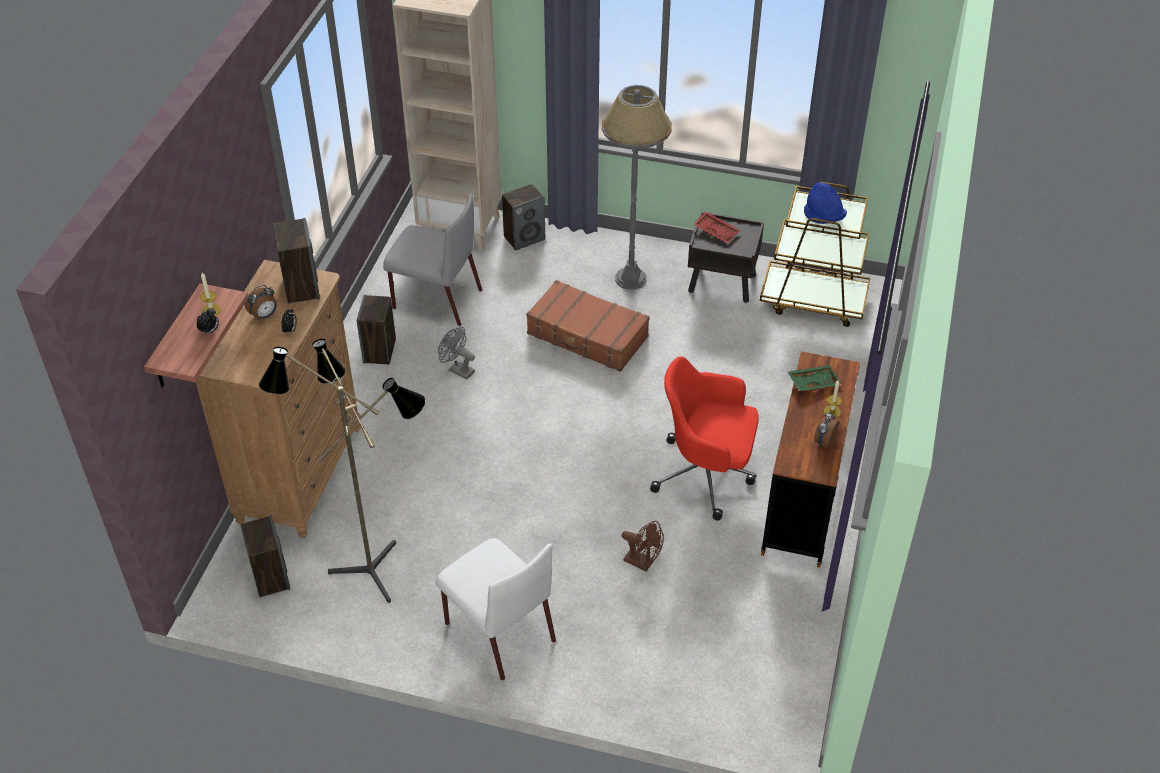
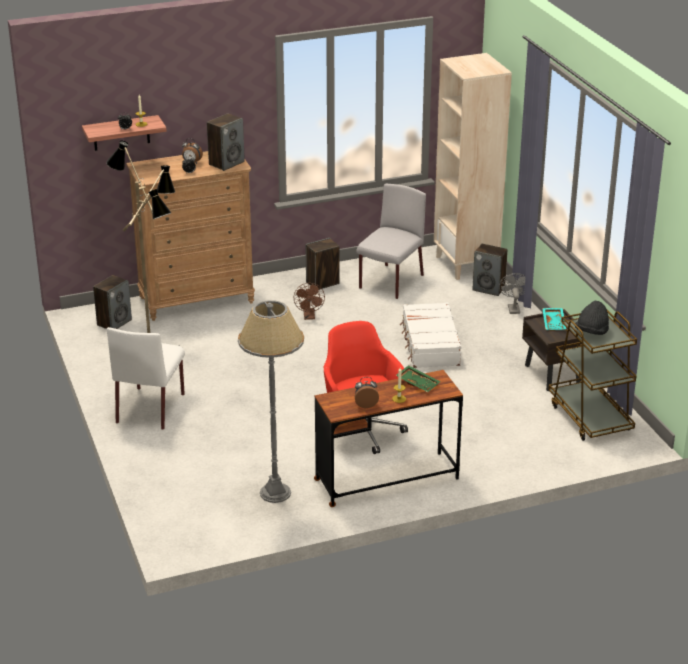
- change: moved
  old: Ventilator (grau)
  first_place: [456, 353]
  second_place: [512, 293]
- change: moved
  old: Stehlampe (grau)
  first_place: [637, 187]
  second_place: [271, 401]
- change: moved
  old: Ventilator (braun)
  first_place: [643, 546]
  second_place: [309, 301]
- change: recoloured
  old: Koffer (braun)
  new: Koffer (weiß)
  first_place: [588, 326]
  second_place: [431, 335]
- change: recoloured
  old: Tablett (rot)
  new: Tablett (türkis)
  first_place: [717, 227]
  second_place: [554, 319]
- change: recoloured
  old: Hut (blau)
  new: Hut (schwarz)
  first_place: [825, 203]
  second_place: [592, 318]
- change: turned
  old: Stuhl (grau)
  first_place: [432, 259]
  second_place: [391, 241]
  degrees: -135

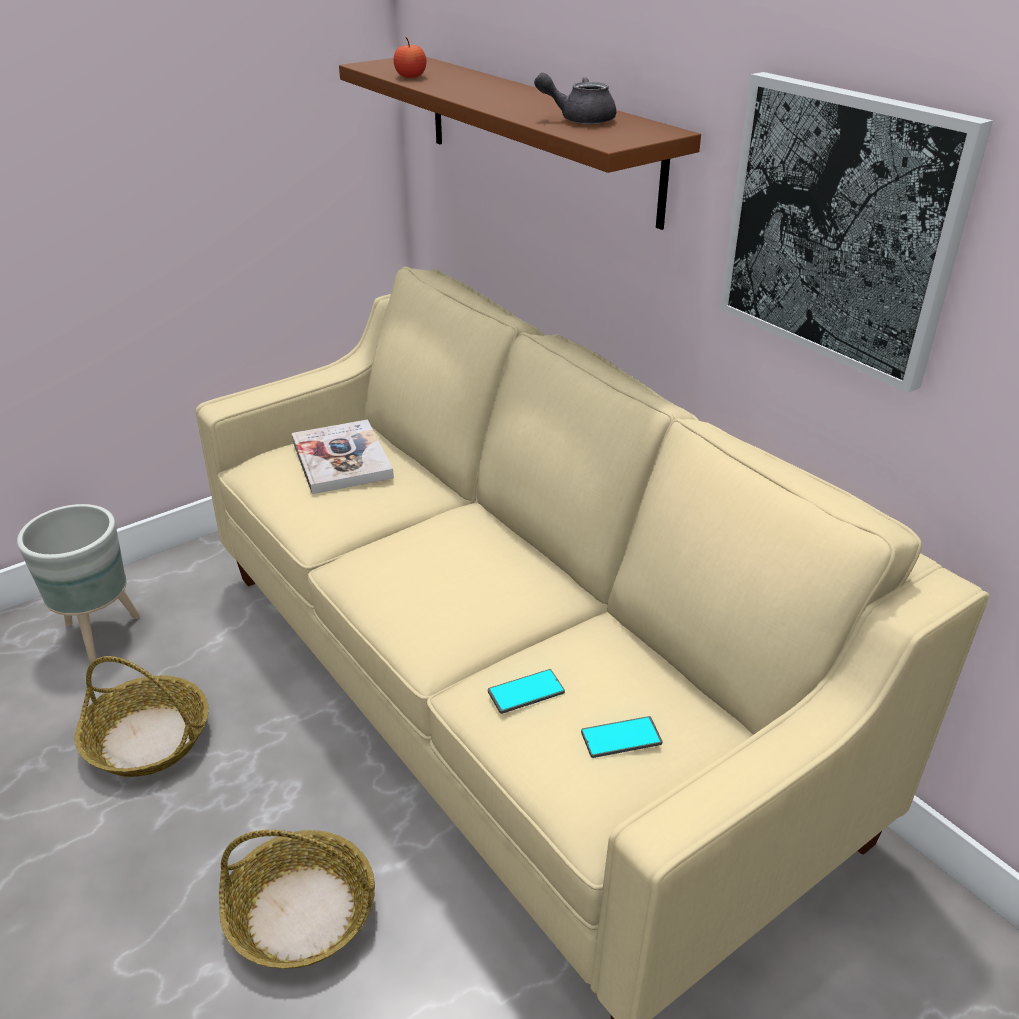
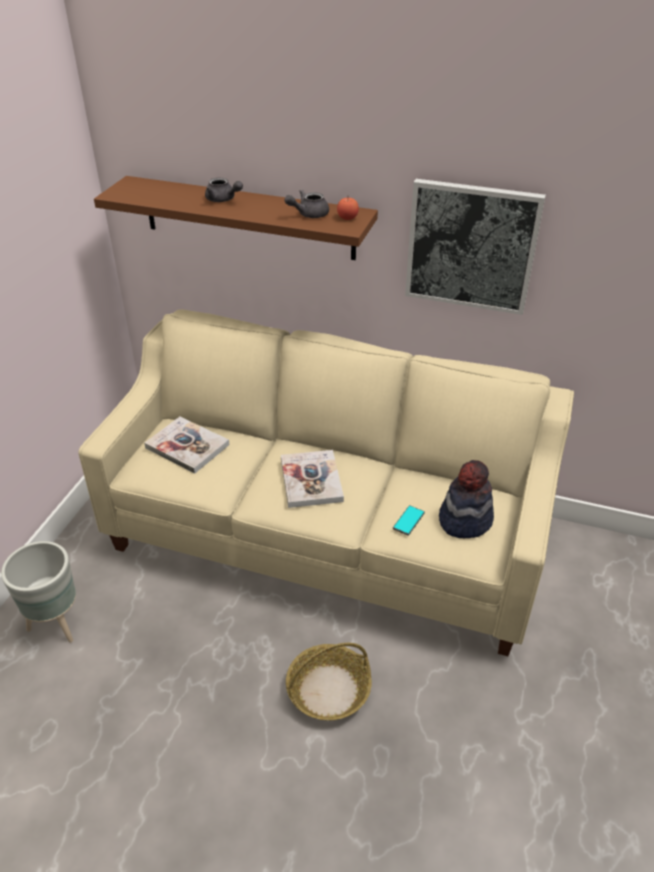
- change: removed
  old: Korb
  first_place: [142, 716]
- change: added
  new: Teekanne (grau)
  second_place: [224, 190]
- change: added
  new: Buch
  second_place: [312, 479]
- change: moved
  old: Apfel
  first_place: [409, 57]
  second_place: [348, 209]
- change: replaced
  old: Handy
  new: Hut
  first_place: [622, 737]
  second_place: [466, 499]

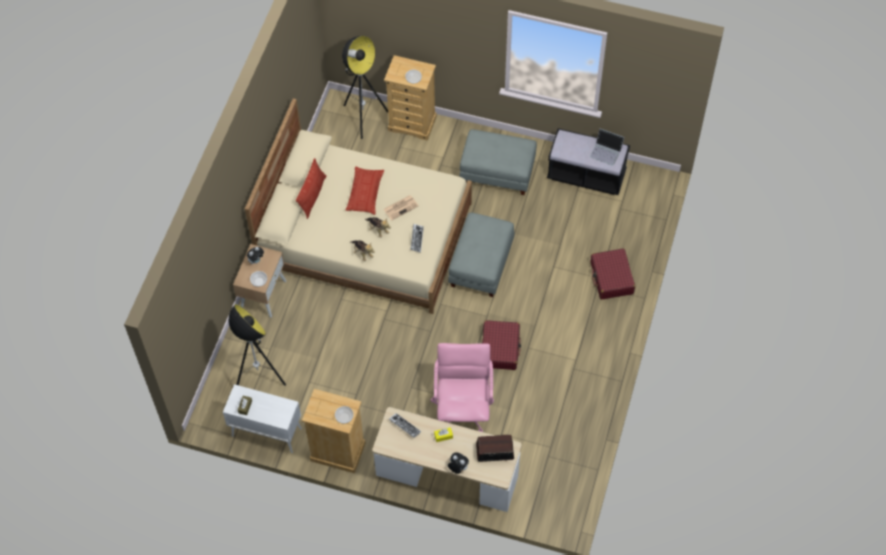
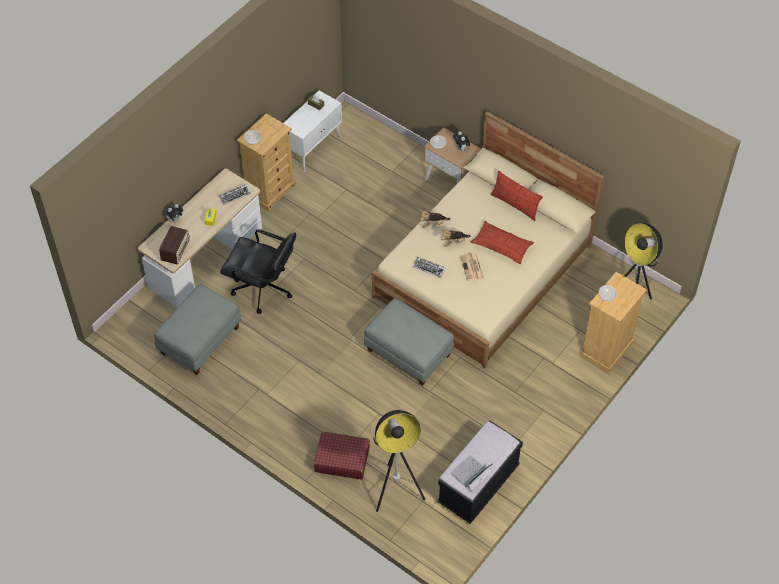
- change: removed
  old: Koffer (rot)
  first_place: [501, 345]
- change: moved
  old: Stehlampe
  first_place: [257, 345]
  second_place: [399, 461]
- change: moved
  old: Polsterhocker (grau)
  first_place: [498, 162]
  second_place: [197, 329]
- change: recoloured
  old: Bürostuhl (rosa)
  new: Bürostuhl (schwarz)
  first_place: [462, 387]
  second_place: [258, 271]

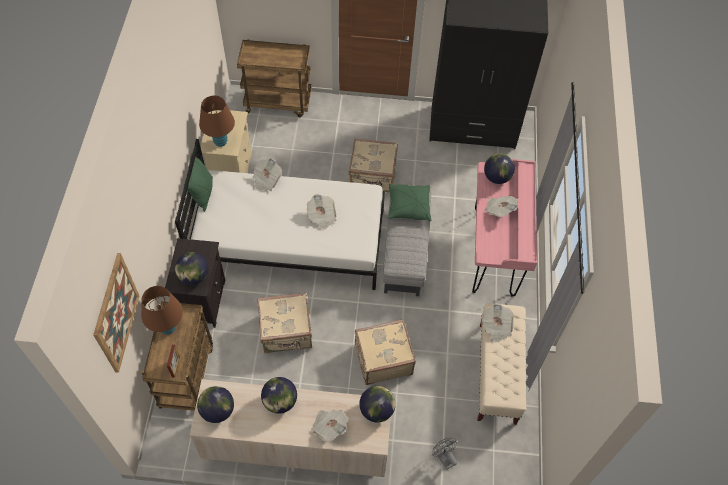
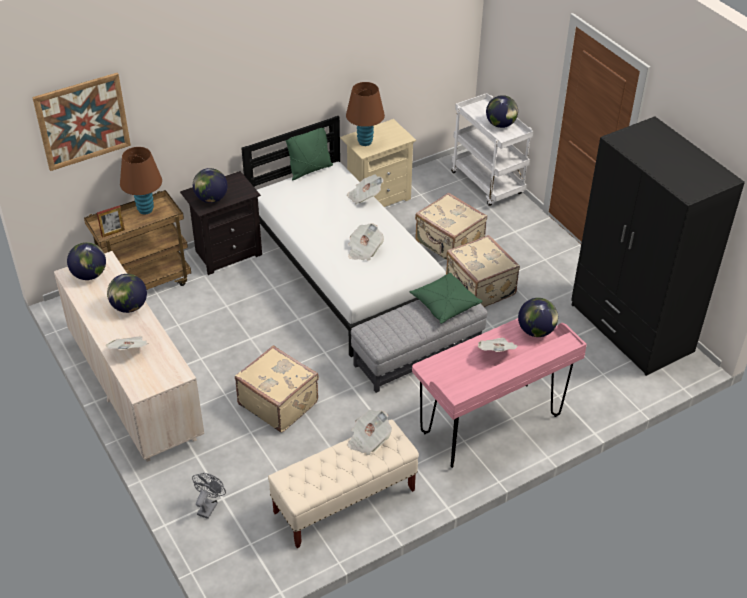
- change: moved
  old: Koffer (beige)
  first_place: [284, 323]
  second_place: [451, 226]
- change: moved
  old: Globus
  first_place: [377, 404]
  second_place: [502, 111]
- change: recoloured
  old: Rollwagen (braun)
  new: Rollwagen (weiß)
  first_place: [274, 78]
  second_place: [492, 149]

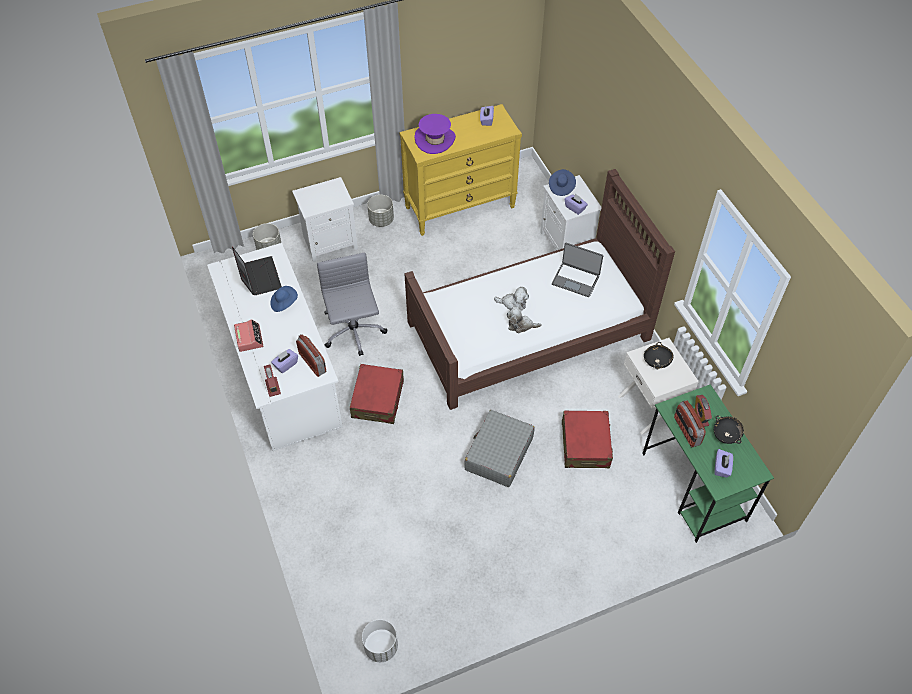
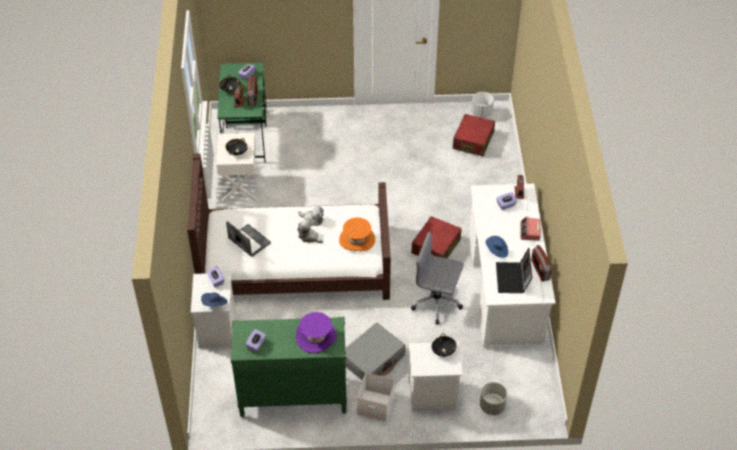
- change: added
  new: Hut (orange)
  second_place: [357, 234]
- change: added
  new: Schüssel (schwarz)
  second_place: [444, 345]
- change: moved
  old: Radio
  first_place: [311, 355]
  second_place: [541, 263]
- change: moved
  old: Koffer (grau)
  first_place: [500, 448]
  second_place: [375, 351]
- change: moved
  old: Koffer (rot)
  first_place: [587, 439]
  second_place: [474, 135]
- change: replaced
  old: Pflanzkübel (grau)
  new: Aufbewahrungsbox (weiß)
  first_place: [380, 211]
  second_place: [376, 397]
- change: recoloured
  old: Kommode (gelb)
  new: Kommode (grün)
  first_place: [460, 170]
  second_place: [289, 367]
- change: turned
  old: Bürostuhl (grau)
  first_place: [352, 304]
  second_place: [437, 277]
  degrees: 105

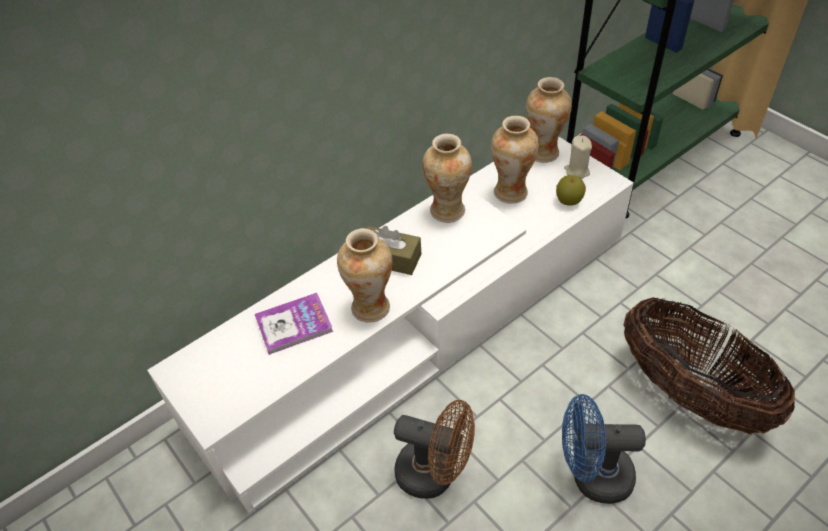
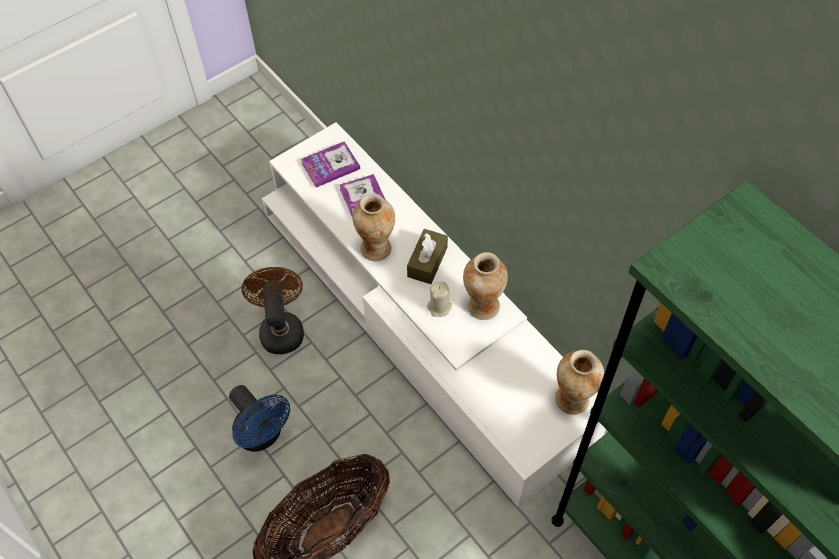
- change: removed
  old: Vase
  first_place: [515, 160]
- change: removed
  old: Apfel
  first_place: [571, 190]
- change: added
  new: Buch
  second_place: [330, 164]
- change: moved
  old: Kerze (beige)
  first_place: [578, 157]
  second_place: [439, 299]
- change: turned
  old: Ventilator (braun)
  first_place: [434, 449]
  second_place: [272, 310]
  degrees: 150
- change: turned
  old: Ventilator (blau)
  first_place: [604, 449]
  second_place: [259, 418]
  degrees: 135

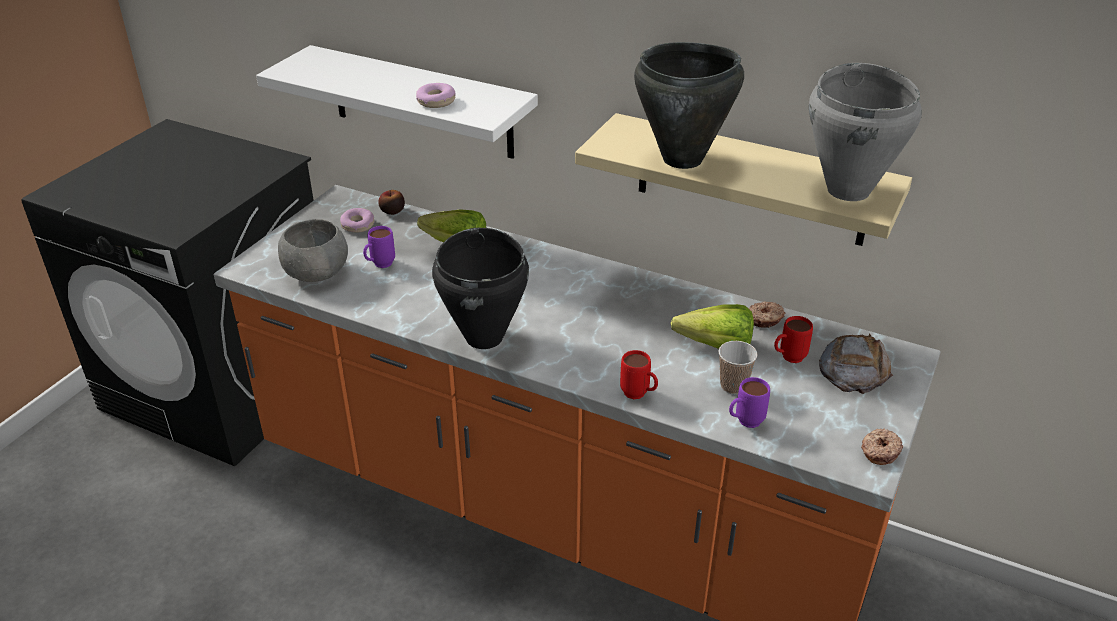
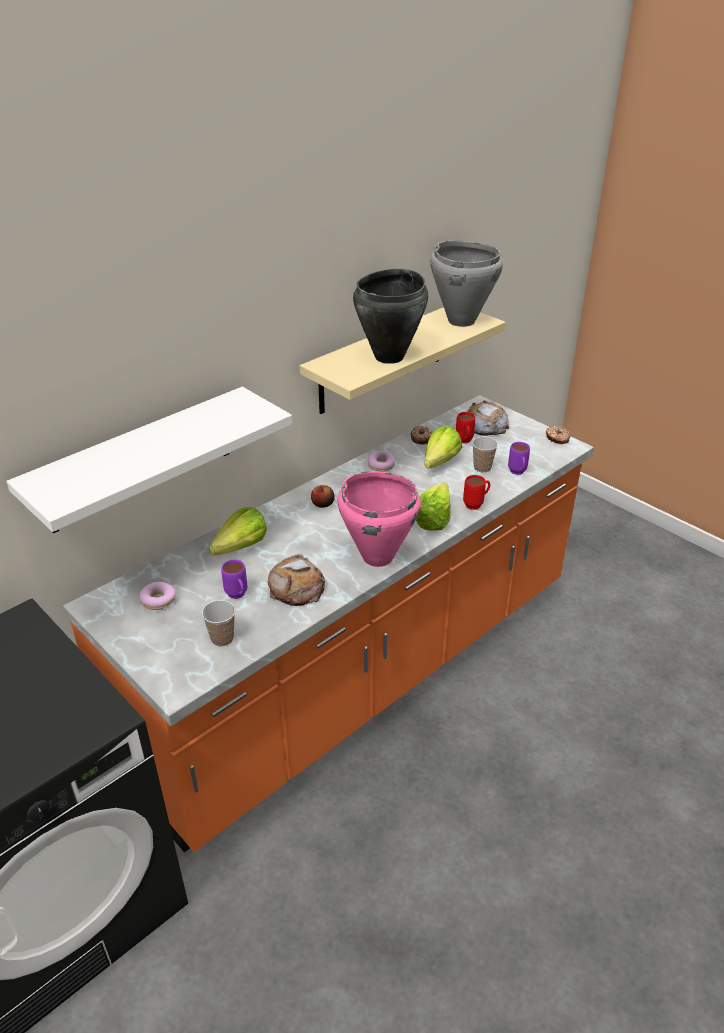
- change: added
  new: Brot
  second_place: [296, 580]
- change: added
  new: Salatkopf
  second_place: [433, 506]
- change: moved
  old: Apfel
  first_place: [391, 202]
  second_place: [323, 496]
- change: moved
  old: Donut
  first_place: [435, 95]
  second_place: [381, 461]
- change: replaced
  old: Schüssel (grau)
  new: Tasse
  first_place: [313, 250]
  second_place: [218, 623]
- change: recoloured
  old: Kochtopf (schwarz)
  new: Kochtopf (rosa)
  first_place: [480, 288]
  second_place: [379, 519]

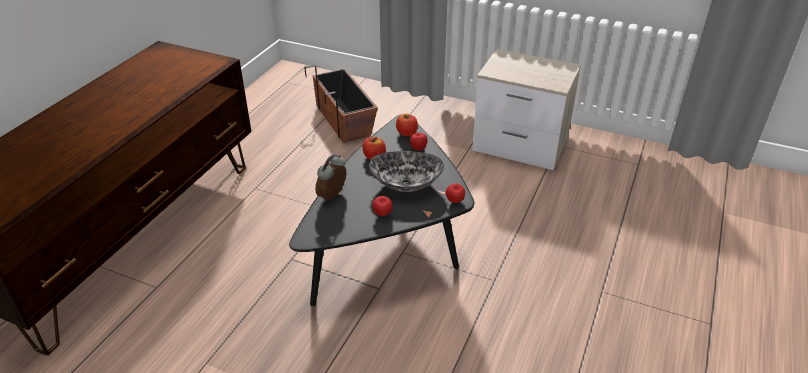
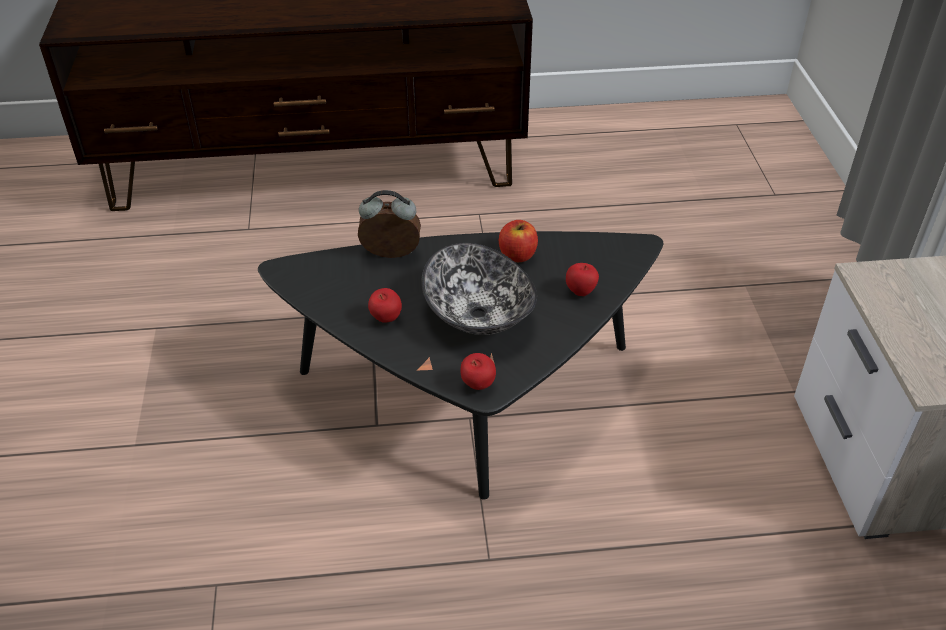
- change: removed
  old: Pflanzkübel
  first_place: [341, 104]
- change: removed
  old: Apfel
  first_place: [407, 125]

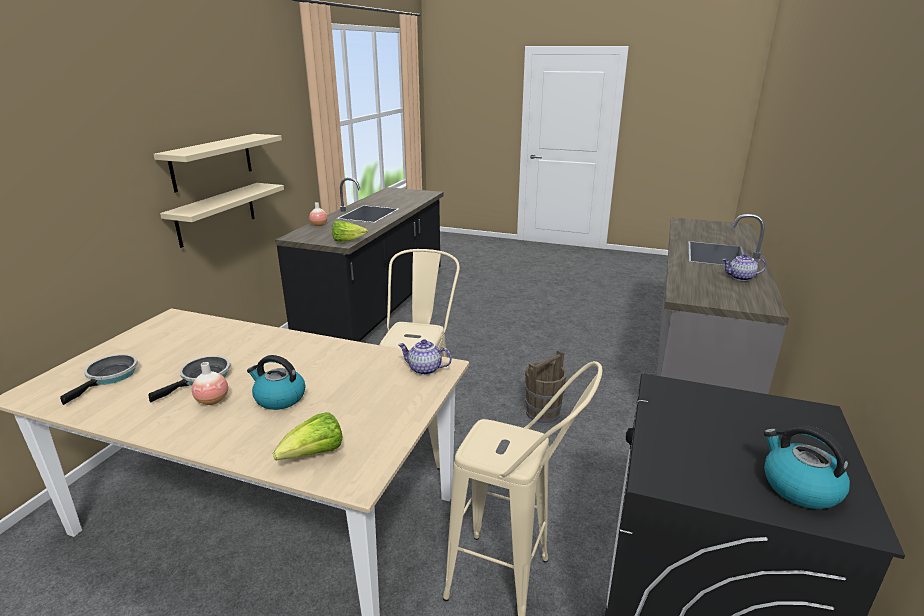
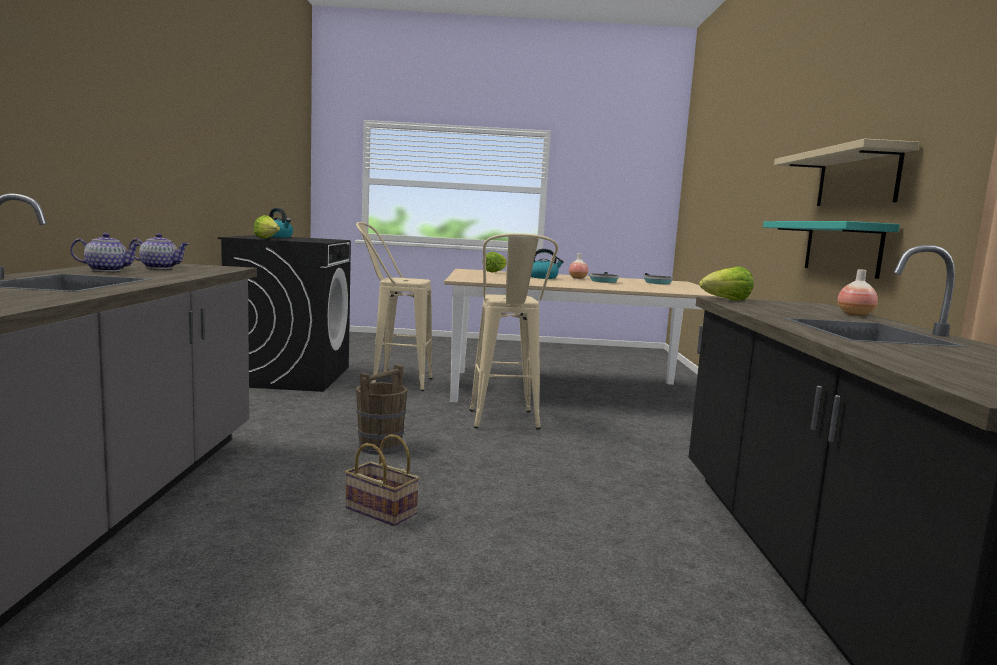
- change: added
  new: Salatkopf
  second_place: [267, 227]
- change: added
  new: Korb
  second_place: [382, 480]
- change: moved
  old: Teekanne
  first_place: [425, 357]
  second_place: [159, 251]
- change: recoloured
  old: Wandregal (beige)
  new: Wandregal (türkis)
  first_place: [222, 215]
  second_place: [831, 250]

